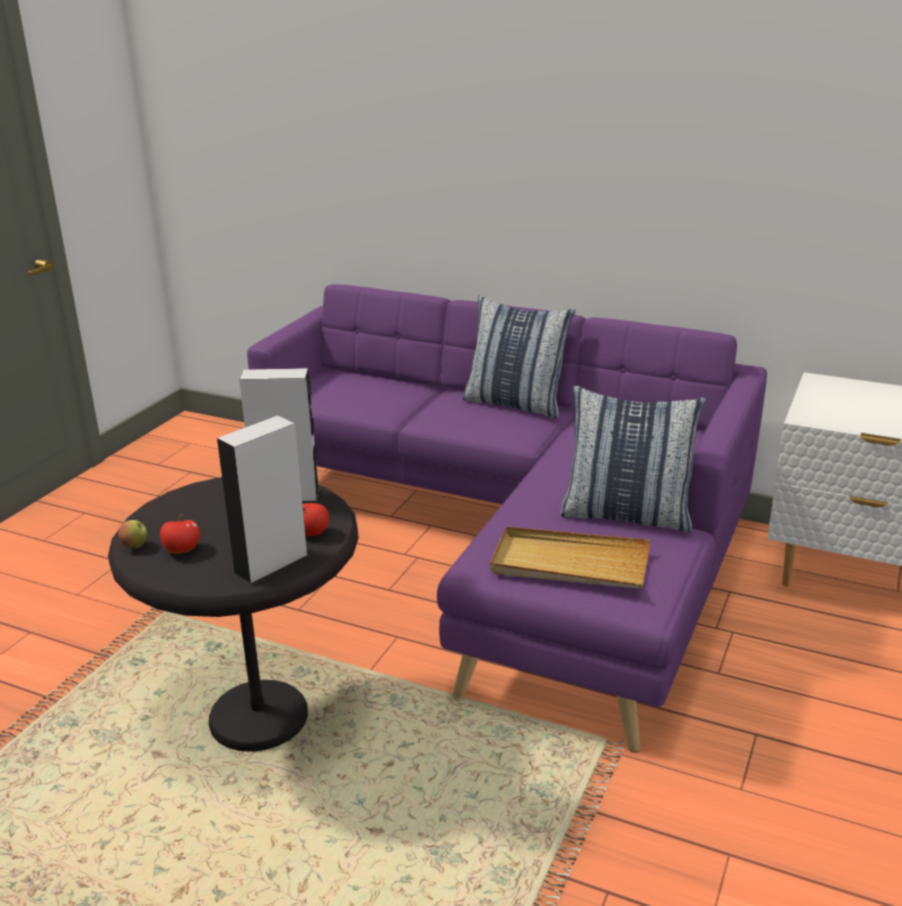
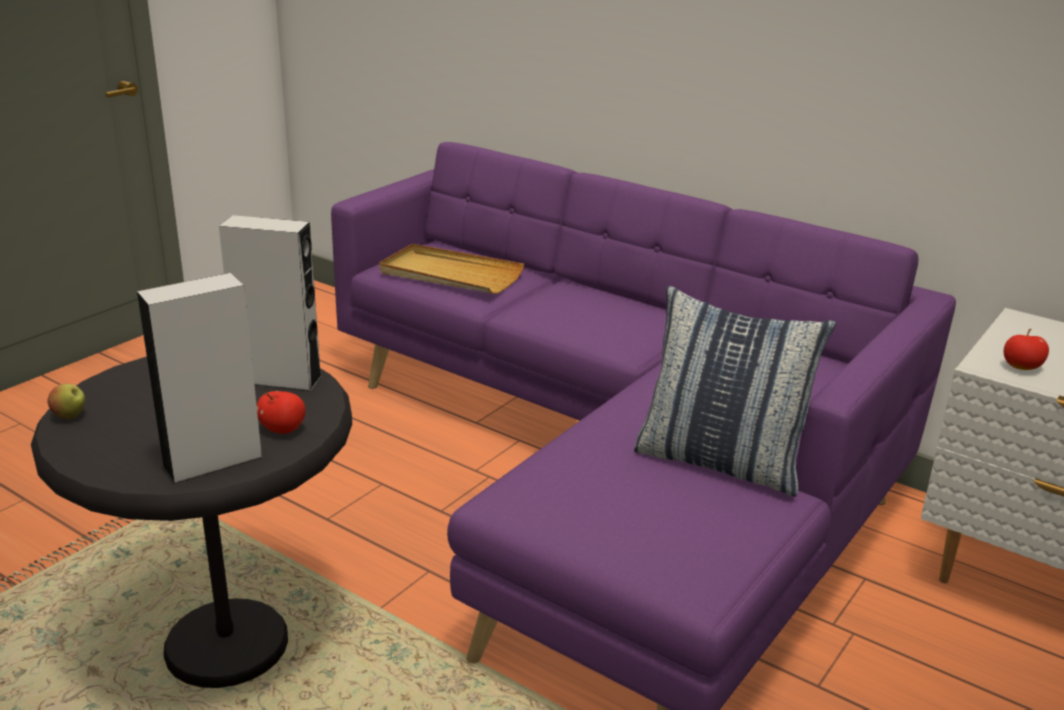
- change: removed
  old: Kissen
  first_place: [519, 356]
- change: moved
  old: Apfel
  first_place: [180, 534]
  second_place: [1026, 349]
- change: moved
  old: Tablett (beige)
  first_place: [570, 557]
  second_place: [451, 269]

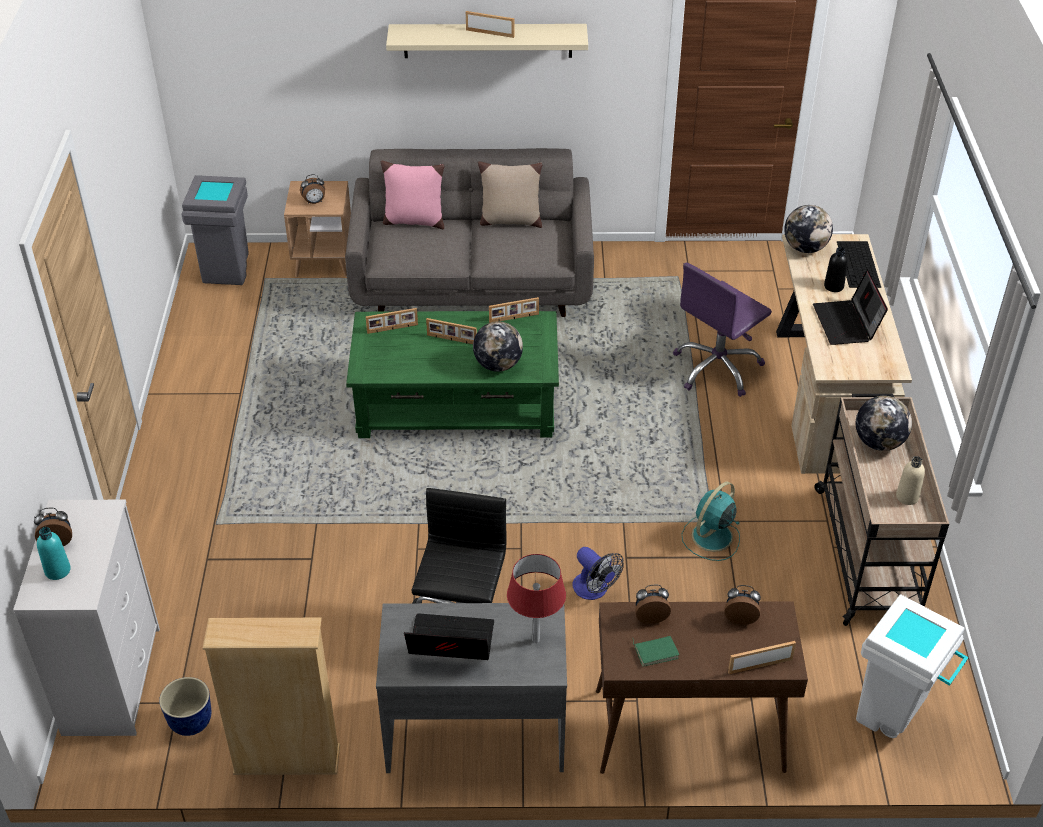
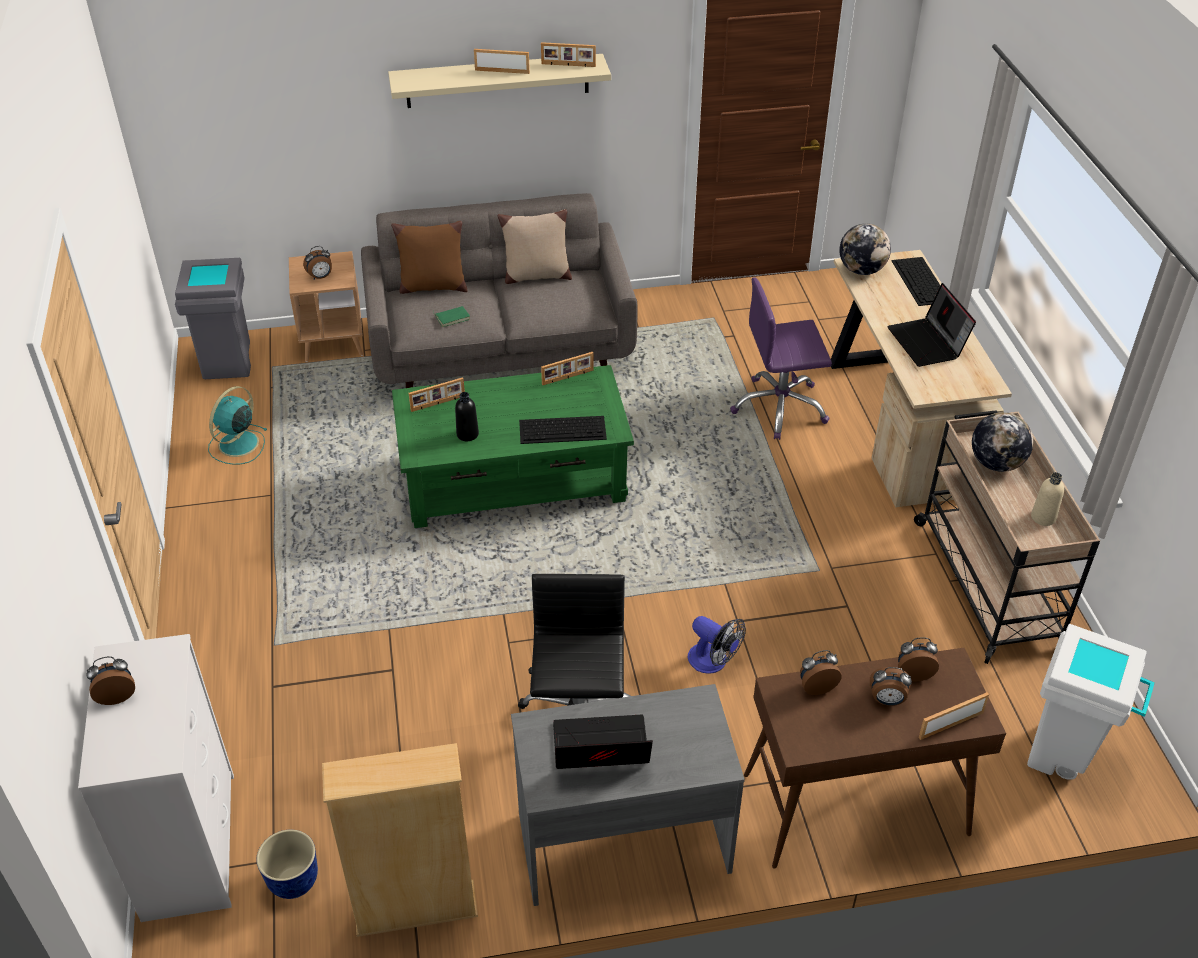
- change: removed
  old: Flasche (türkis)
  first_place: [54, 553]
- change: removed
  old: Tischlampe (rot)
  first_place: [536, 598]
- change: added
  new: Wecker
  second_place: [891, 686]
- change: moved
  old: Bilderrahmen
  first_place: [451, 331]
  second_place: [568, 54]
- change: moved
  old: Buch (grün)
  first_place: [655, 651]
  second_place: [451, 316]
- change: moved
  old: Ventilator (türkis)
  first_place: [711, 521]
  second_place: [238, 425]
- change: moved
  old: Flasche (schwarz)
  first_place: [836, 269]
  second_place: [467, 416]
- change: replaced
  old: Globus
  new: Tastatur
  first_place: [498, 346]
  second_place: [563, 430]
- change: recoloured
  old: Kissen (rosa)
  new: Kissen (braun)
  first_place: [412, 195]
  second_place: [429, 257]
- change: turned
  old: Bürostuhl (lila)
  first_place: [722, 330]
  second_place: [781, 358]
  degrees: 45

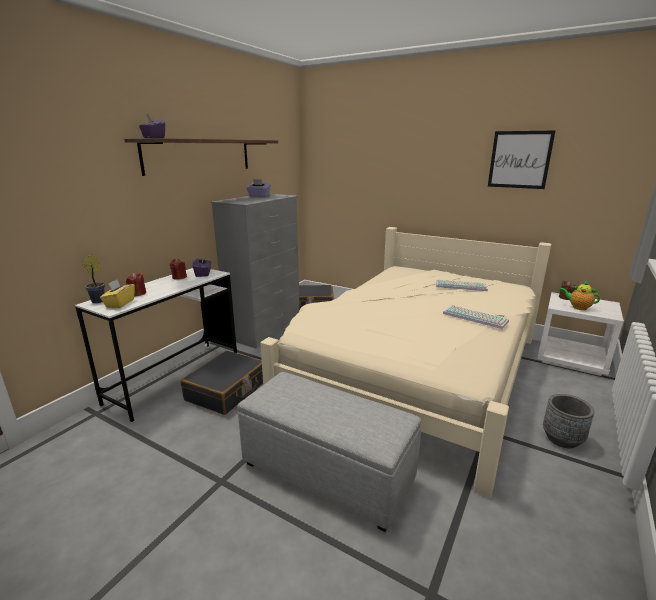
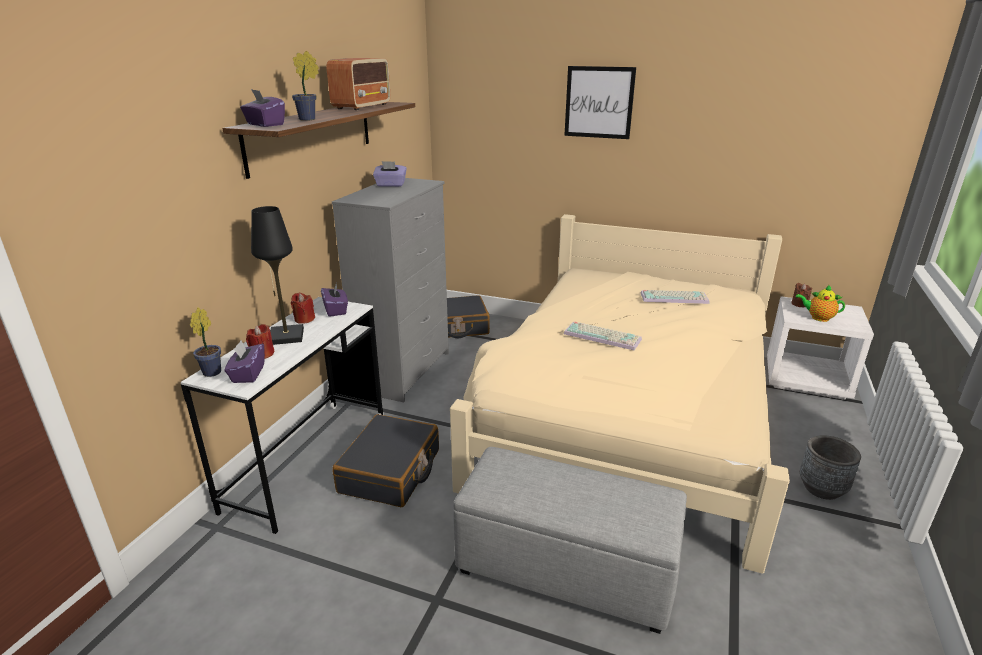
- change: added
  new: Tischlampe (schwarz)
  second_place: [277, 275]
- change: added
  new: Topfpflanze
  second_place: [305, 86]
- change: added
  new: Radio
  second_place: [358, 84]
- change: moved
  old: Tastatur
  first_place: [476, 317]
  second_place: [603, 336]
- change: moved
  old: Bild
  first_place: [522, 159]
  second_place: [600, 102]
- change: recoloured
  old: Taschentuchbox (gelb)
  new: Taschentuchbox (lila)
  first_place: [117, 293]
  second_place: [245, 362]

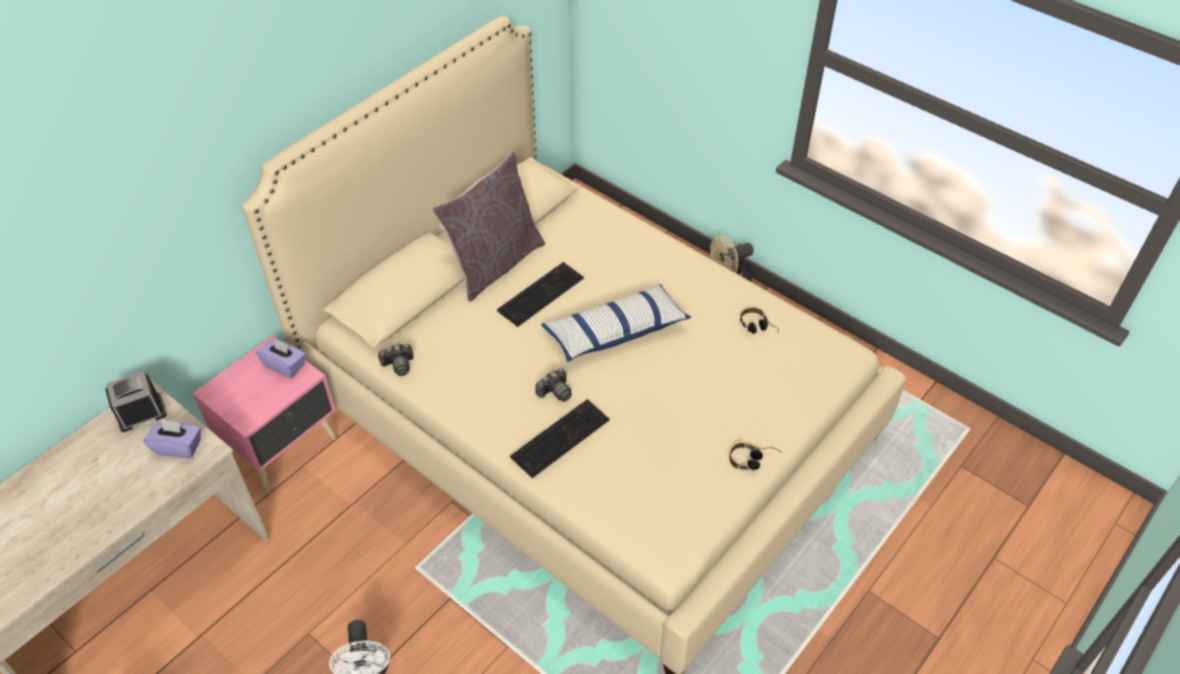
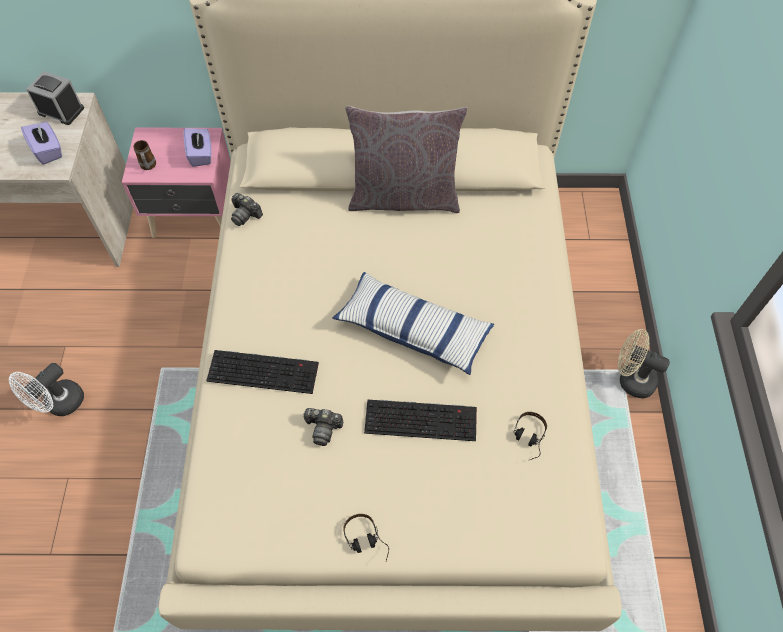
- change: added
  new: Henkelbecher
  second_place: [144, 155]
- change: moved
  old: Tastatur
  first_place: [540, 294]
  second_place: [420, 420]
- change: moved
  old: Kamera
  first_place: [553, 385]
  second_place: [323, 427]

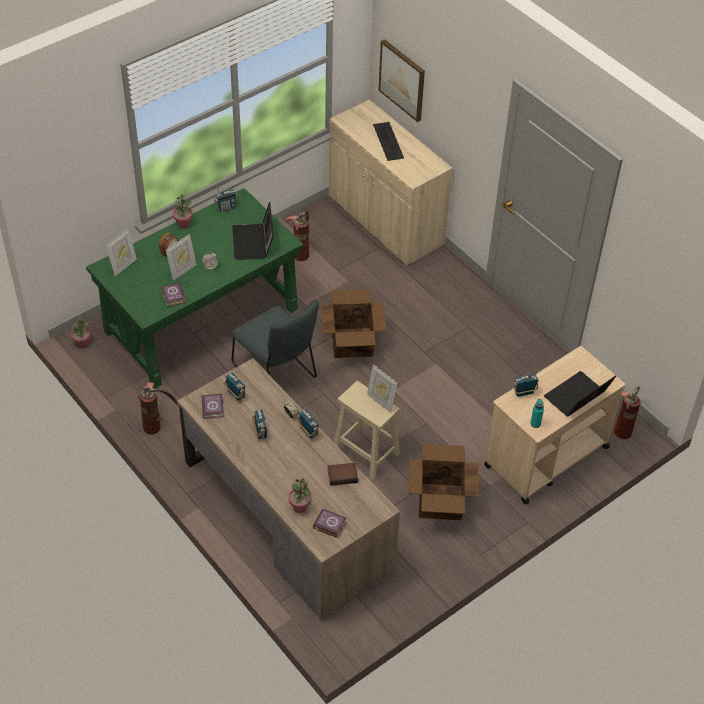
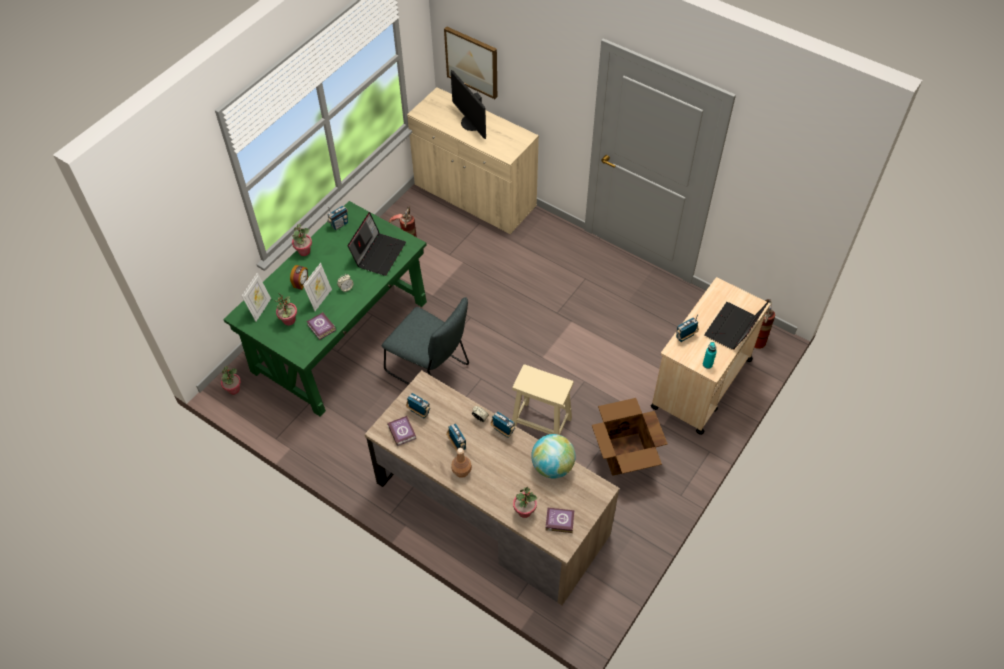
- change: removed
  old: Feuerlöscher
  first_place: [158, 408]
- change: removed
  old: Karton
  first_place: [353, 323]
- change: removed
  old: Bilderrahmen
  first_place: [382, 388]
- change: added
  new: Topfpflanze
  second_place: [285, 310]
- change: added
  new: Flasche (braun)
  second_place: [461, 463]
- change: replaced
  old: Buch
  new: Globus
  first_place: [343, 474]
  second_place: [553, 456]
- change: replaced
  old: Tastatur
  new: Monitor
  first_place: [388, 141]
  second_place: [468, 104]
- change: turned
  old: Laptop
  first_place: [253, 231]
  second_place: [376, 244]
  degrees: -135

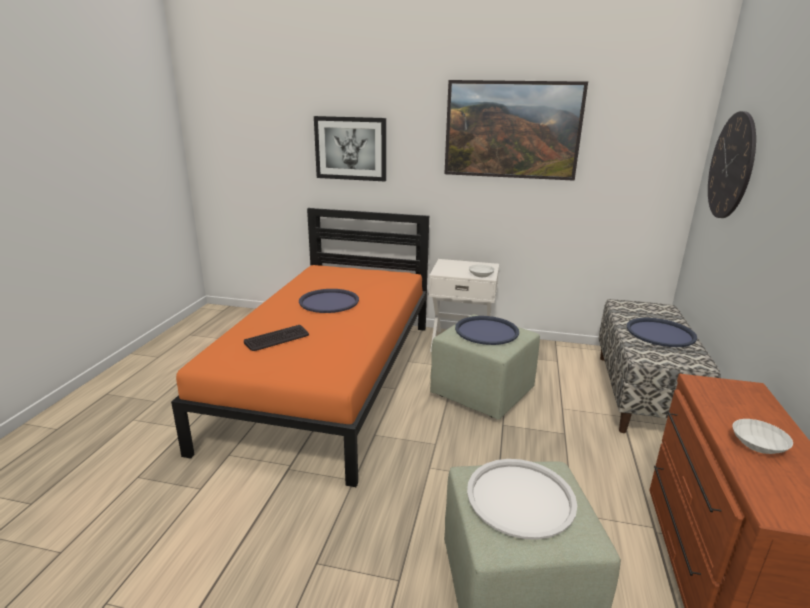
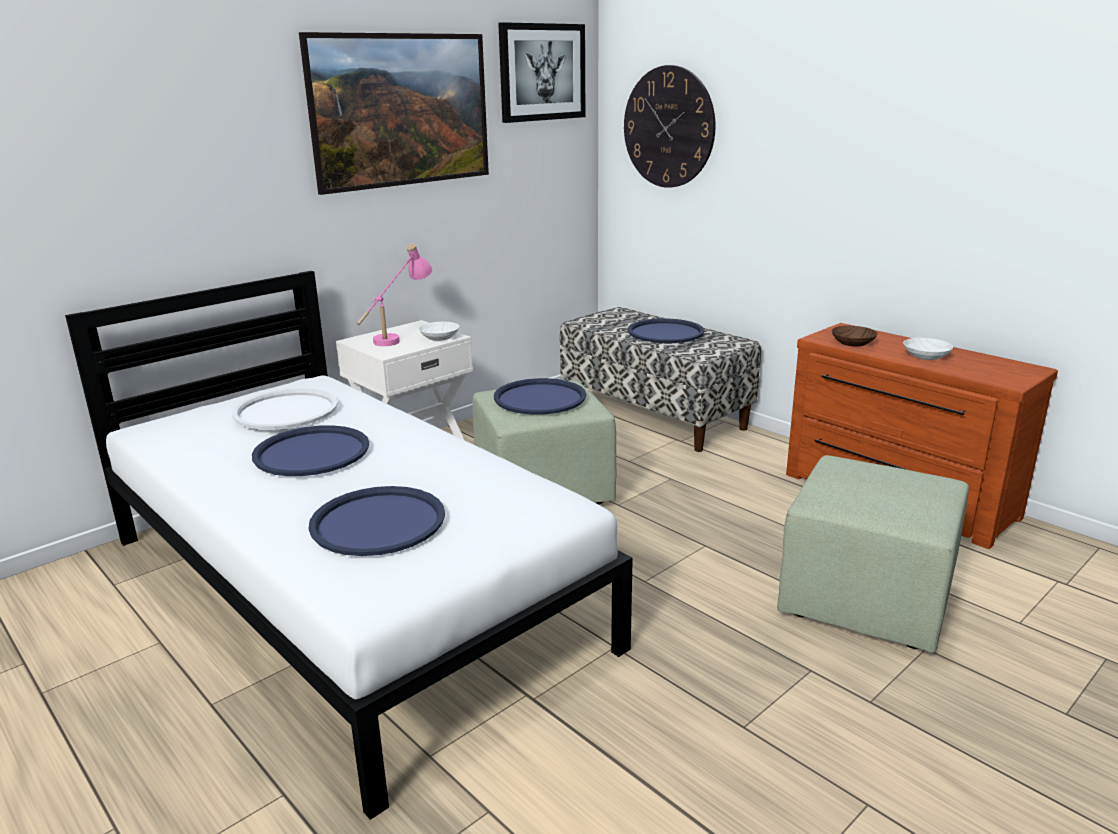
- change: added
  new: Tischlampe (rosa)
  second_place: [394, 295]
- change: added
  new: Schüssel (braun)
  second_place: [854, 336]
- change: moved
  old: Bild
  first_place: [350, 148]
  second_place: [541, 72]
- change: moved
  old: Tablett (weiß)
  first_place: [522, 499]
  second_place: [285, 409]
- change: replaced
  old: Tastatur
  new: Tablett (blau)
  first_place: [276, 338]
  second_place: [376, 521]
- change: recoloured
  old: Bett (orange)
  new: Bett (weiß)
  first_place: [300, 347]
  second_place: [349, 545]

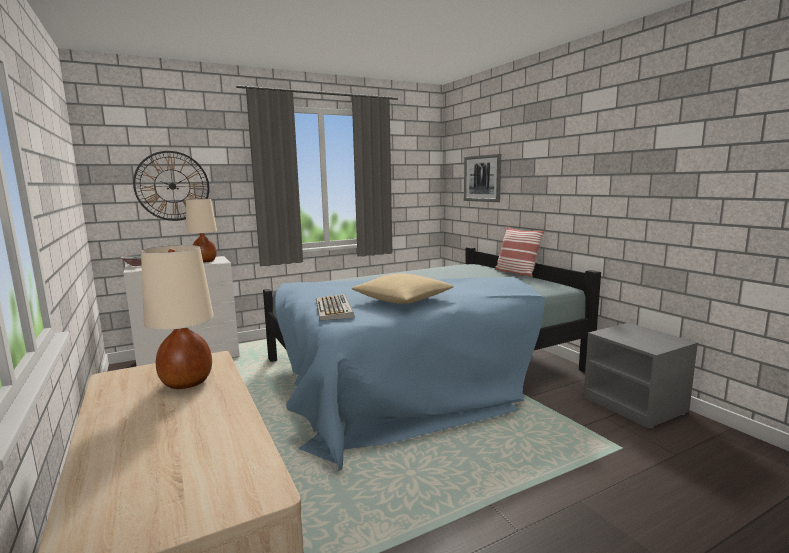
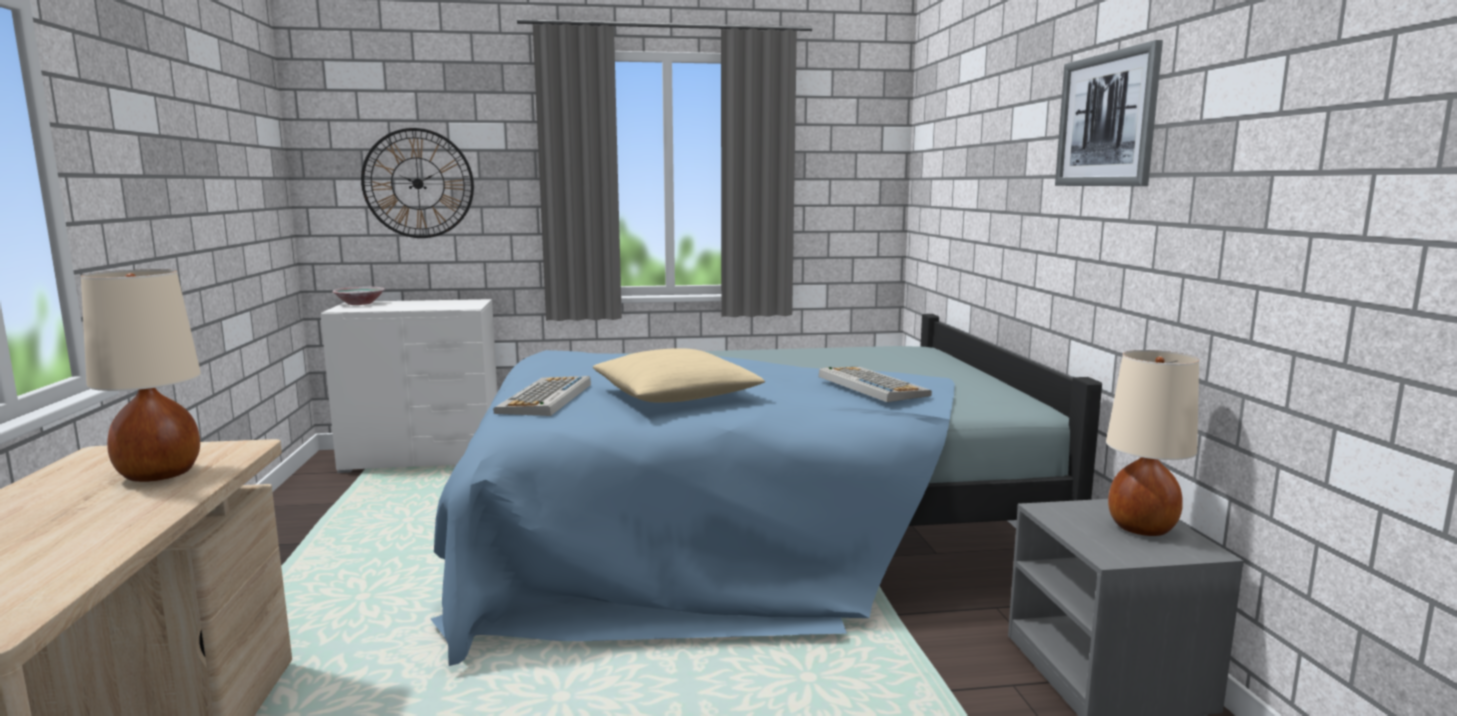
- change: removed
  old: Kissen
  first_place: [519, 252]
- change: added
  new: Tastatur
  second_place: [875, 384]
- change: moved
  old: Tischlampe (beige)
  first_place: [201, 231]
  second_place: [1152, 443]
- change: moved
  old: Bild
  first_place: [482, 178]
  second_place: [1109, 113]

